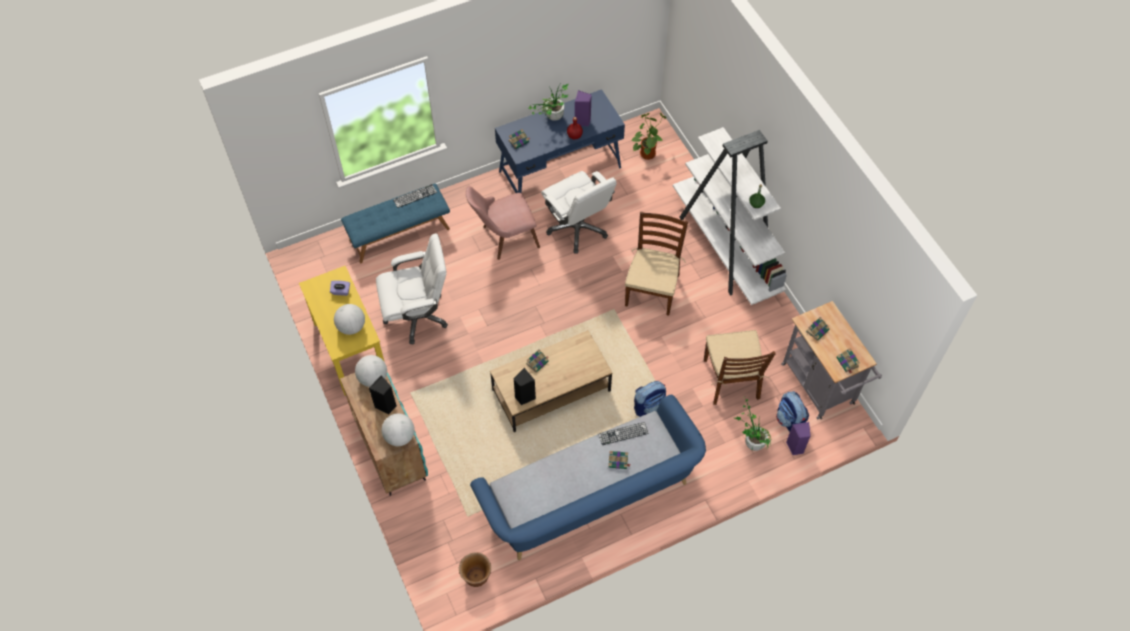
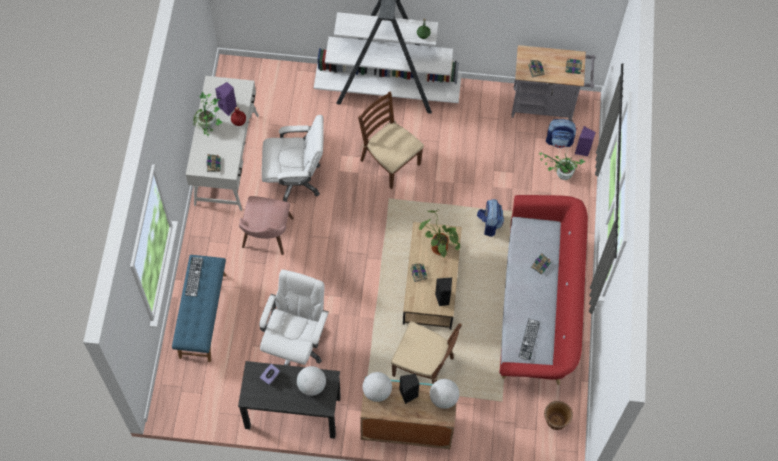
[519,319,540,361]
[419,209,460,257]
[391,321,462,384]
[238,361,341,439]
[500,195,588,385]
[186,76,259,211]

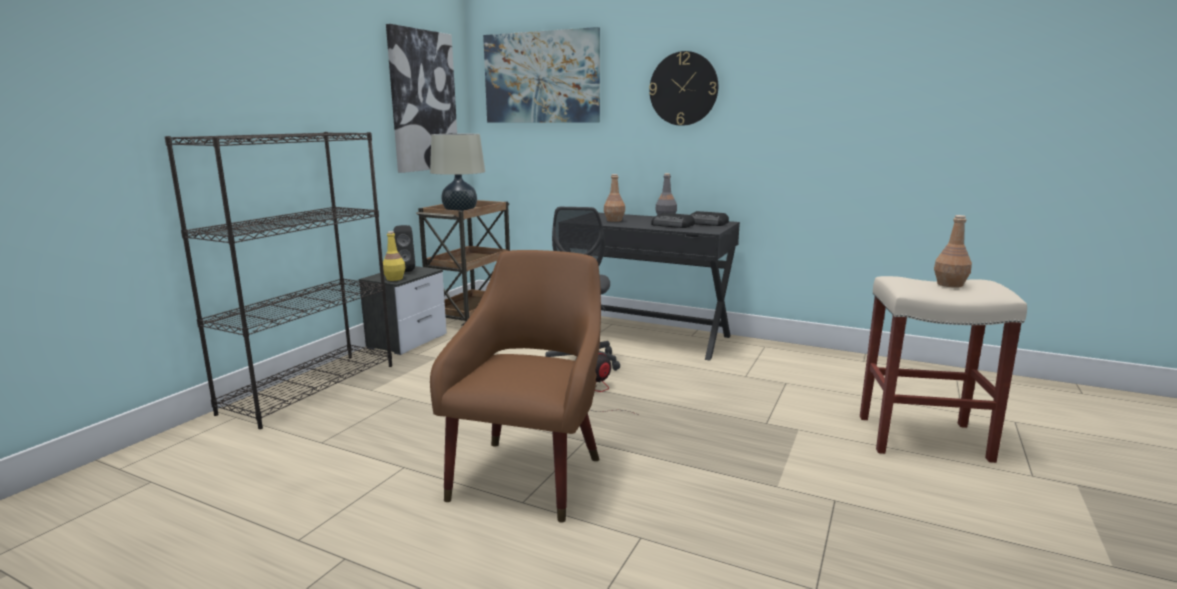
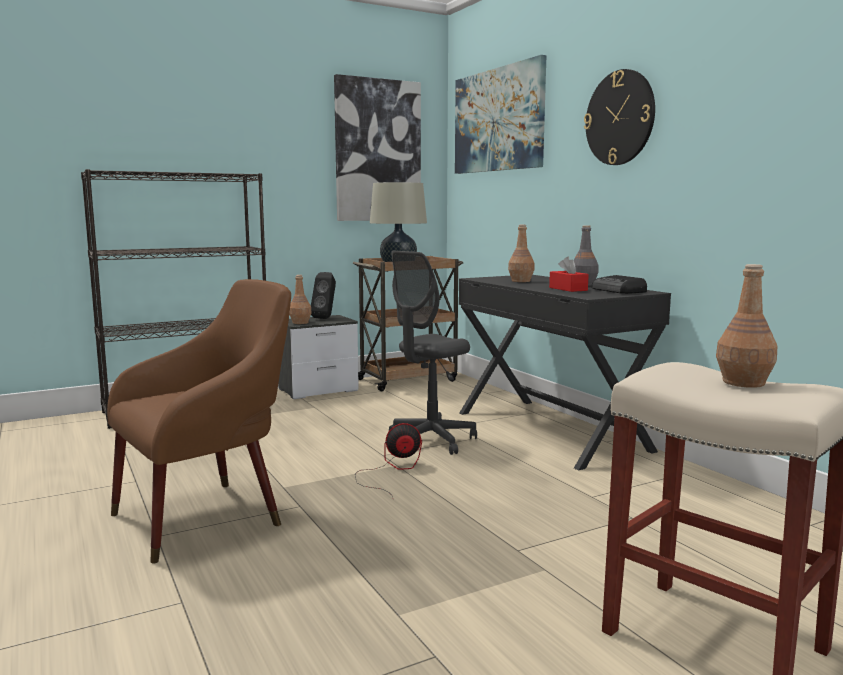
[549,257,589,292]
[289,275,312,324]

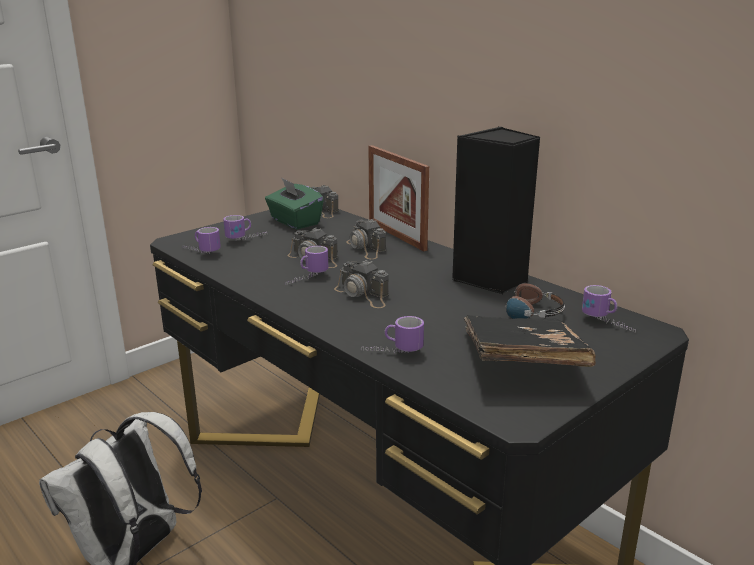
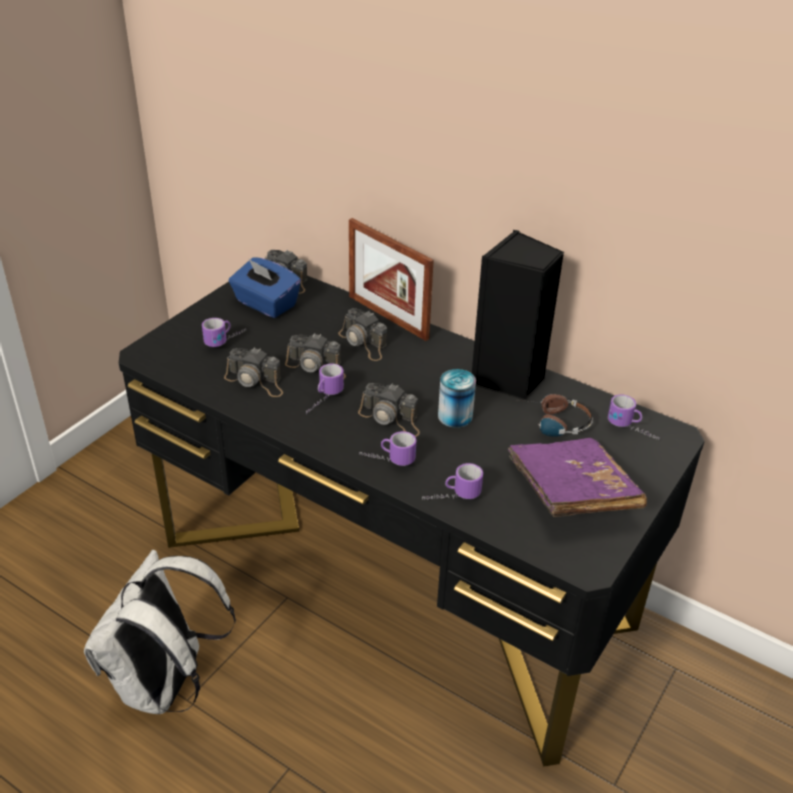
[224,347,283,397]
[438,369,476,428]
[360,431,416,466]
[228,257,301,318]
[508,438,647,517]

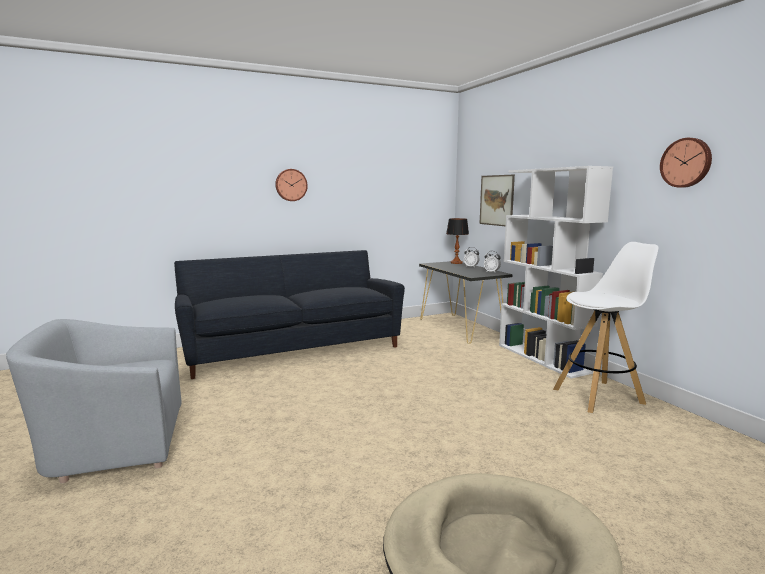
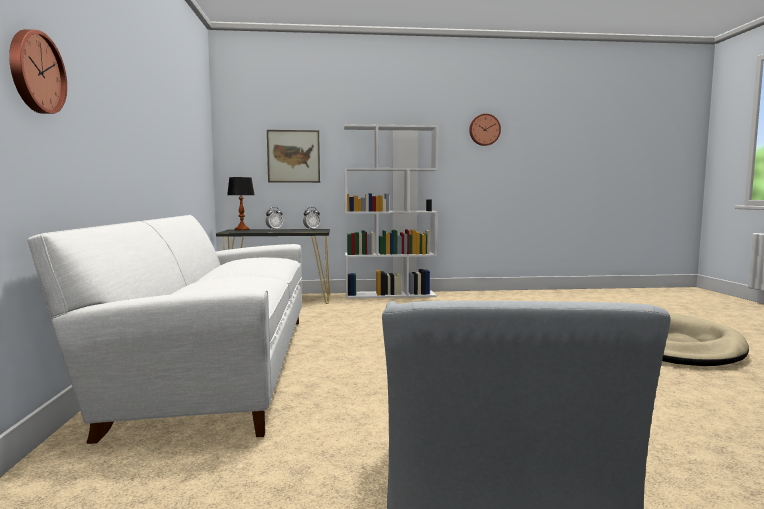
[553,242,658,413] (first image)
[9,29,67,114]
[27,215,302,444]

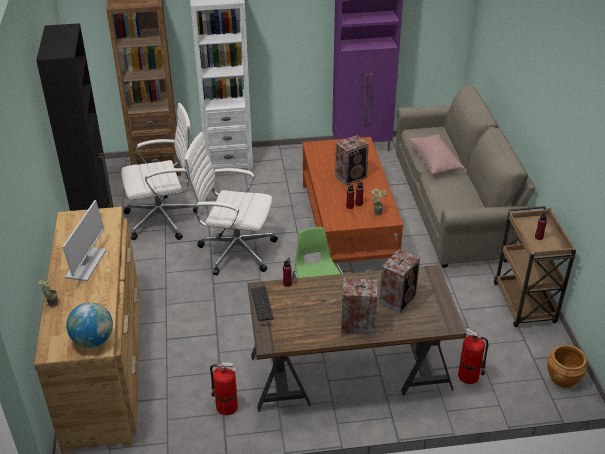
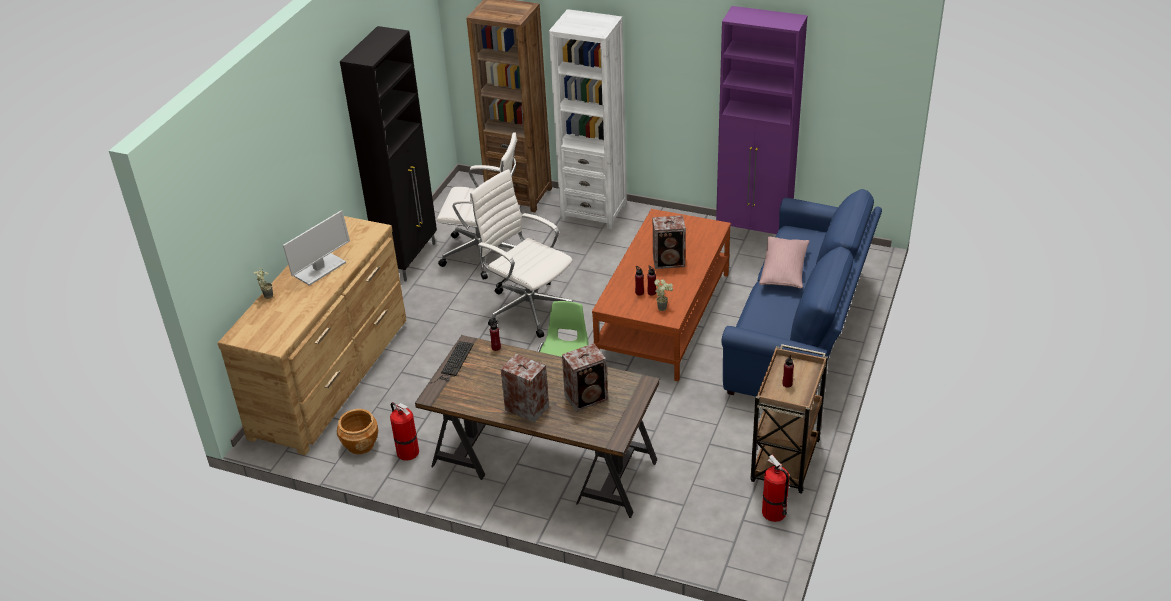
[66,302,113,348] (first image)
[762,455,789,522]
[337,409,379,454]
[722,189,882,397]

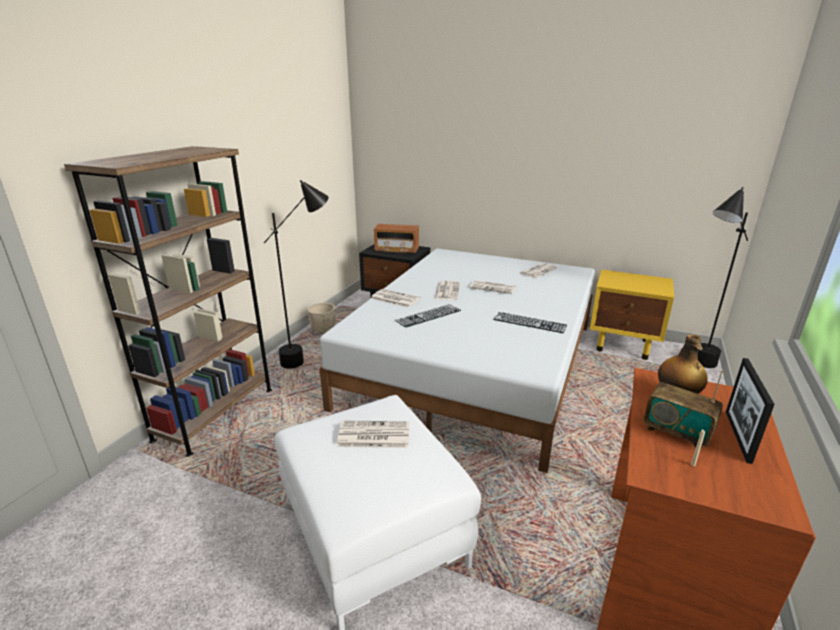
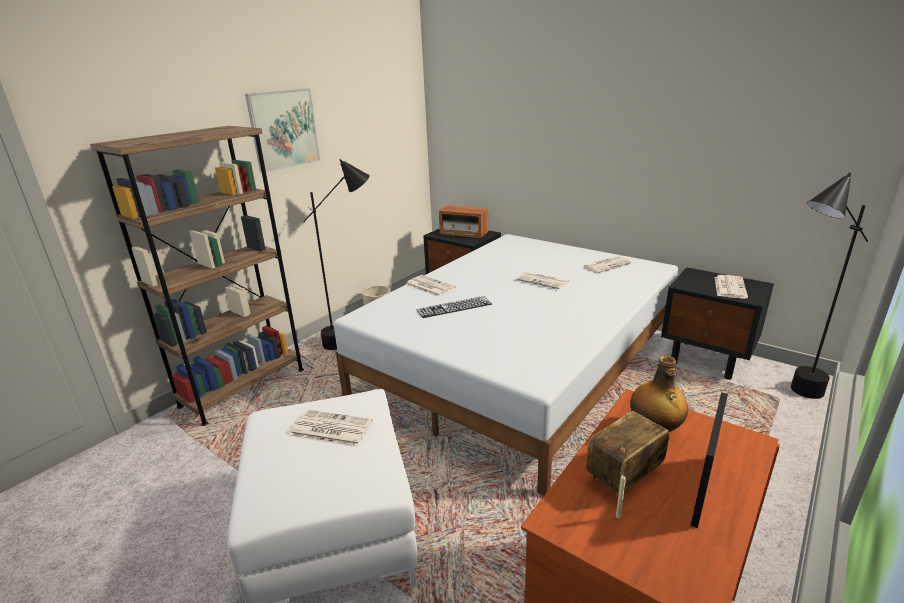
[494,312,567,333] (first image)
[245,88,321,173]
[714,275,748,299]
[661,267,774,380]
[586,411,669,497]

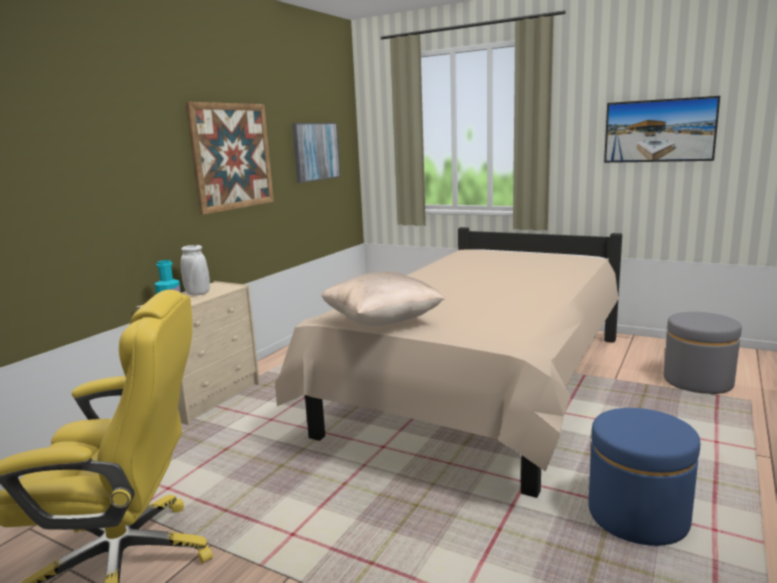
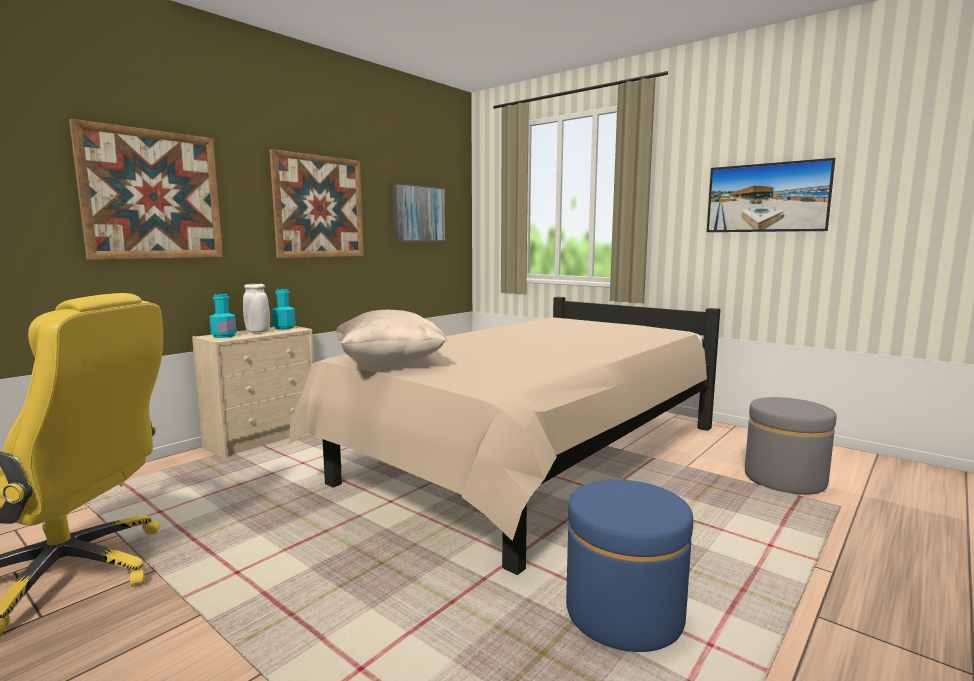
[69,119,223,260]
[272,289,296,329]

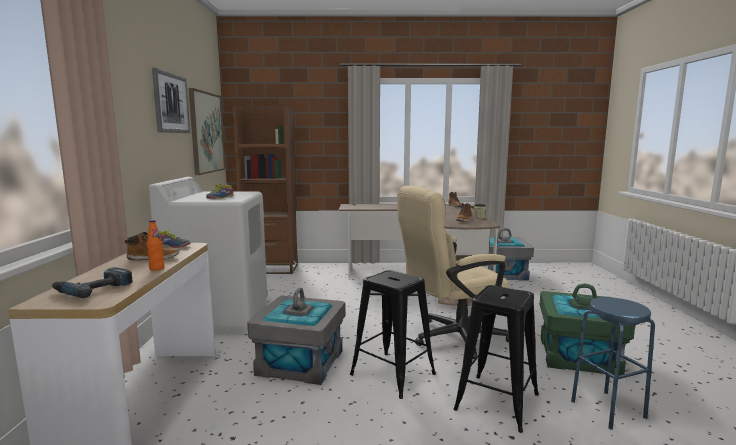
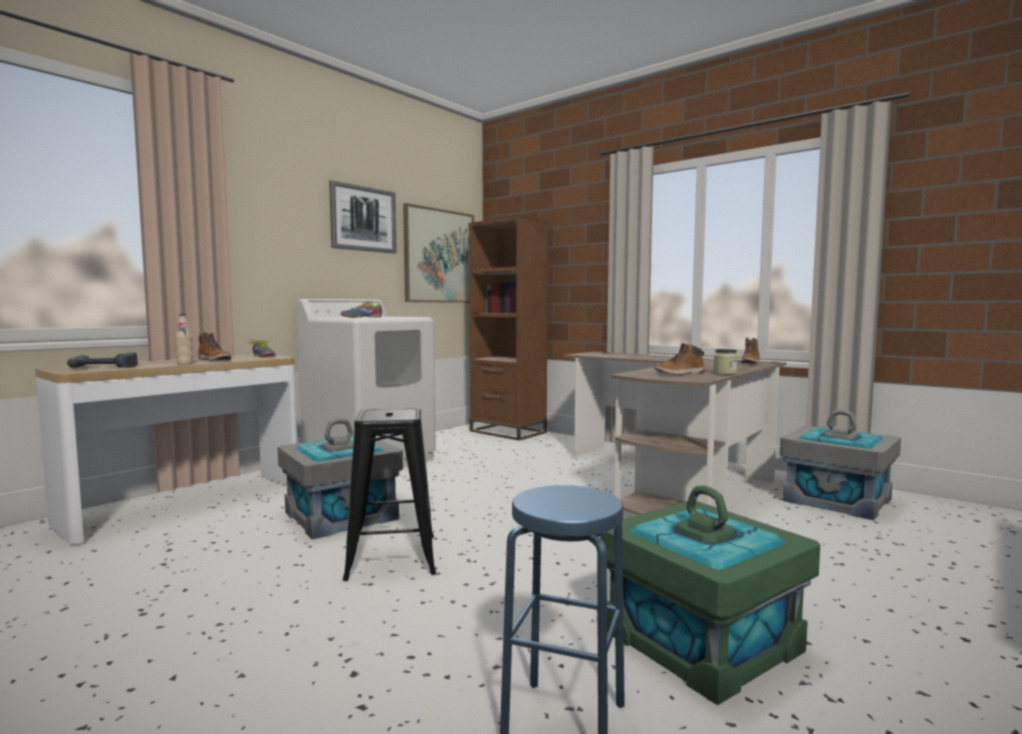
[397,186,509,359] (first image)
[453,285,539,433] (first image)
[175,314,193,365]

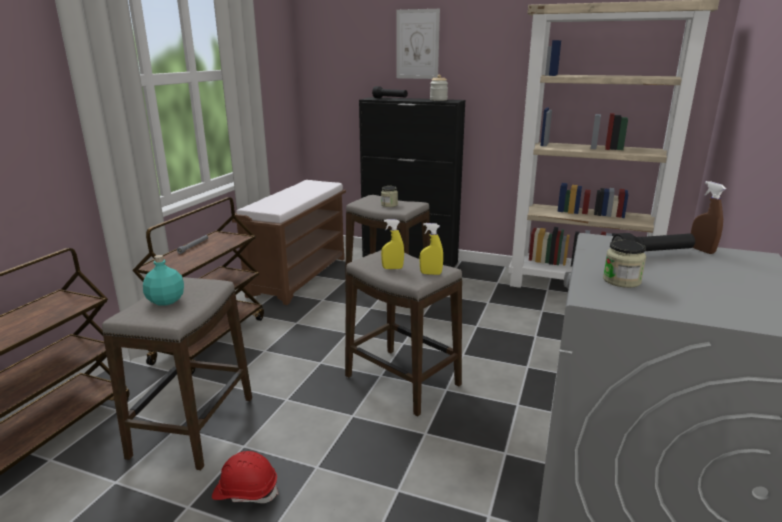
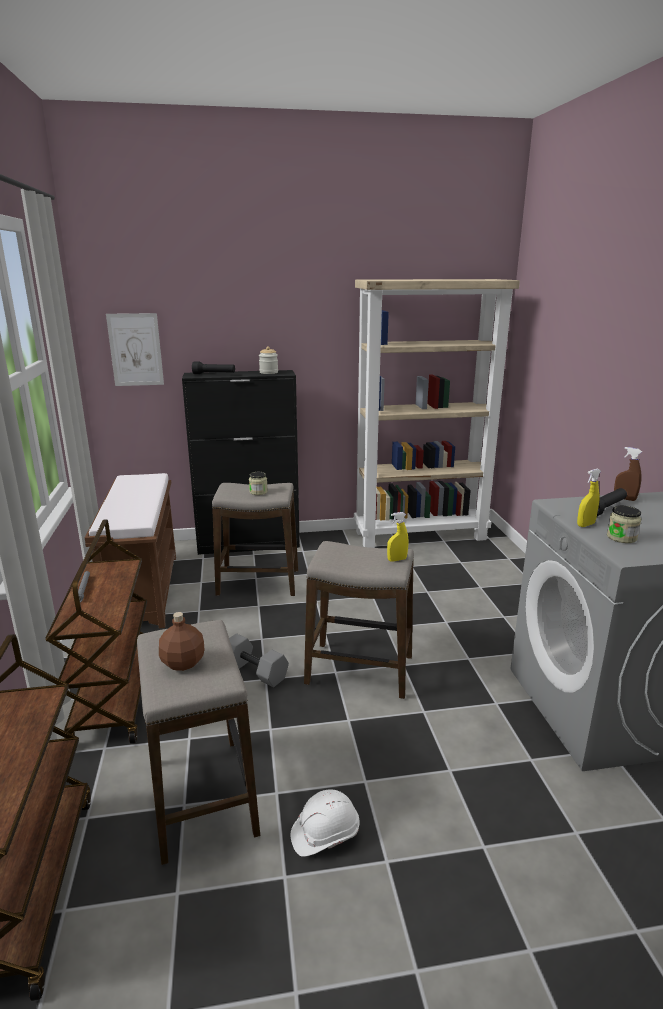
[229,633,289,688]
[577,469,601,527]
[106,313,164,386]
[159,612,205,671]
[291,789,360,857]

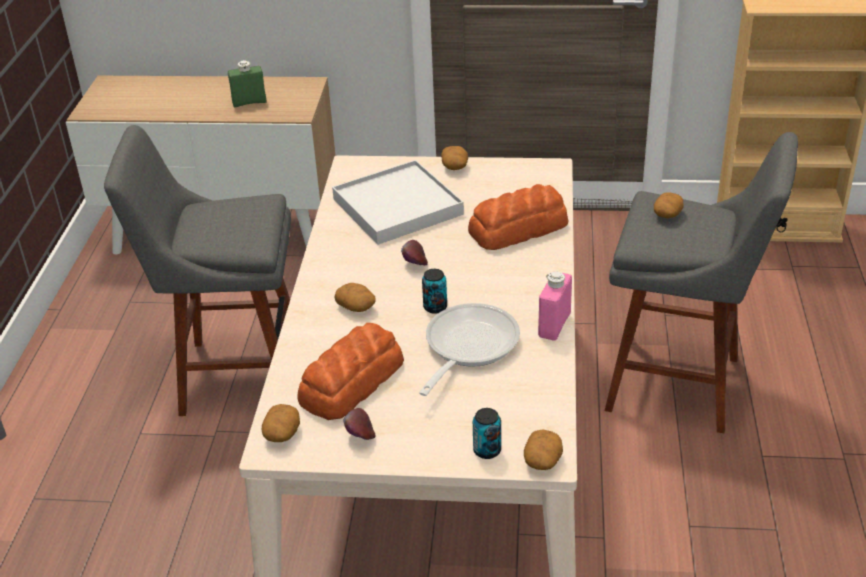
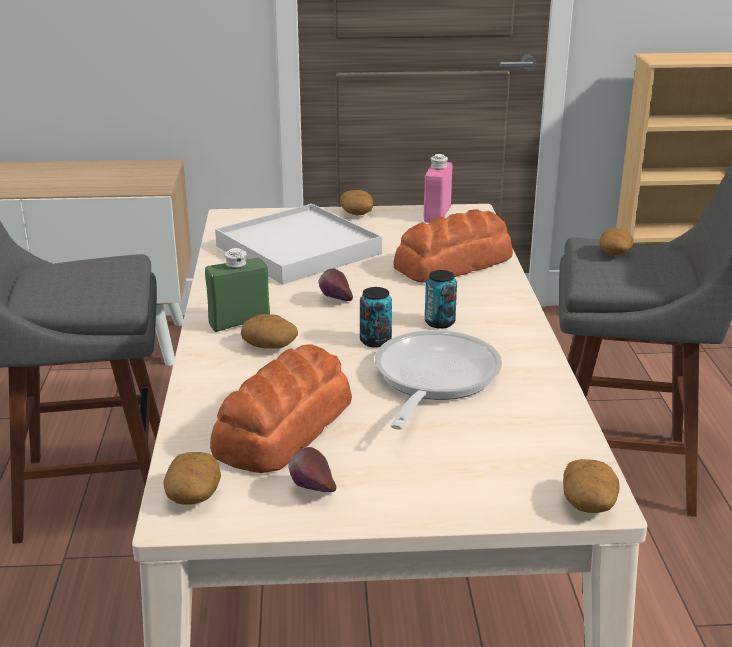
[205,248,270,332]
[425,270,457,329]
[423,154,452,223]

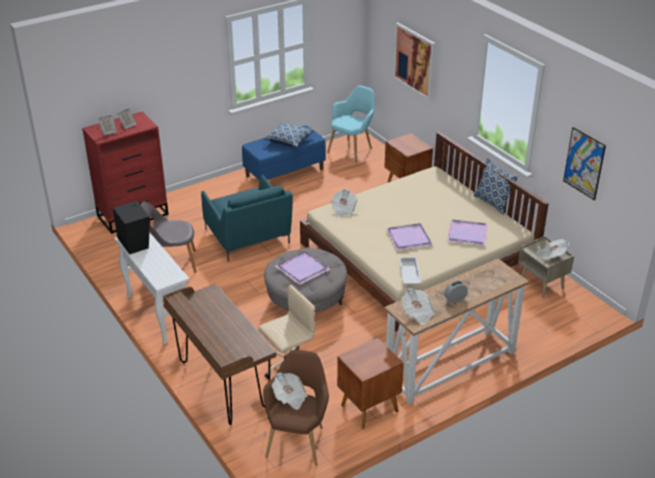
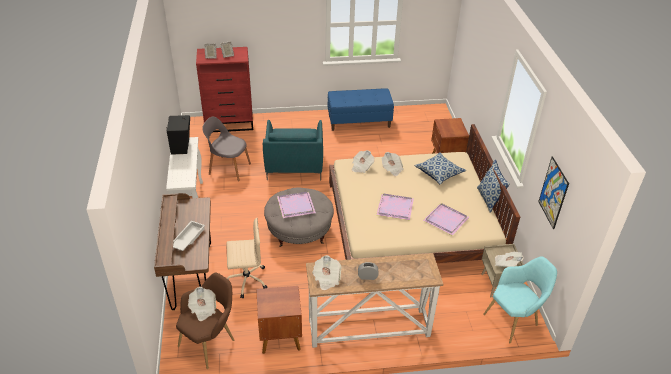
[393,22,435,101] (first image)
[382,152,404,176]
[414,152,466,184]
[483,256,557,344]
[173,221,205,251]

